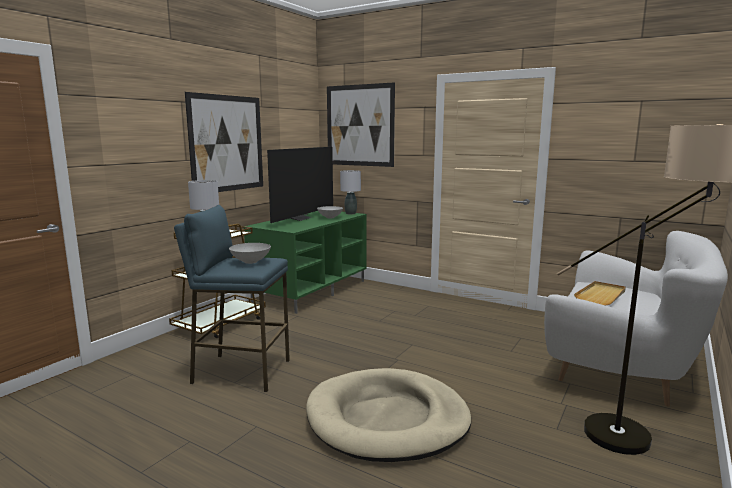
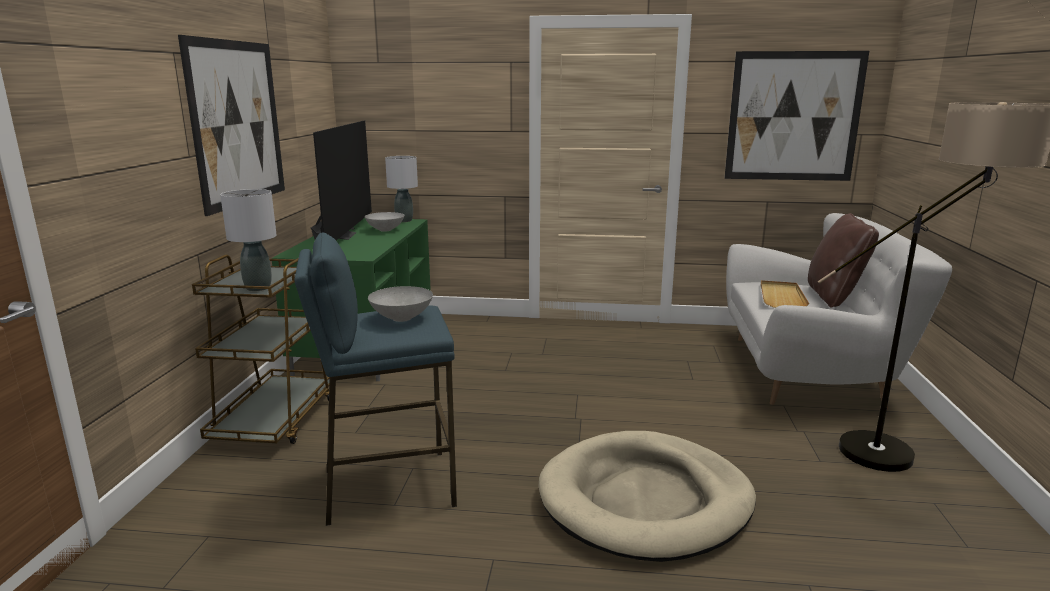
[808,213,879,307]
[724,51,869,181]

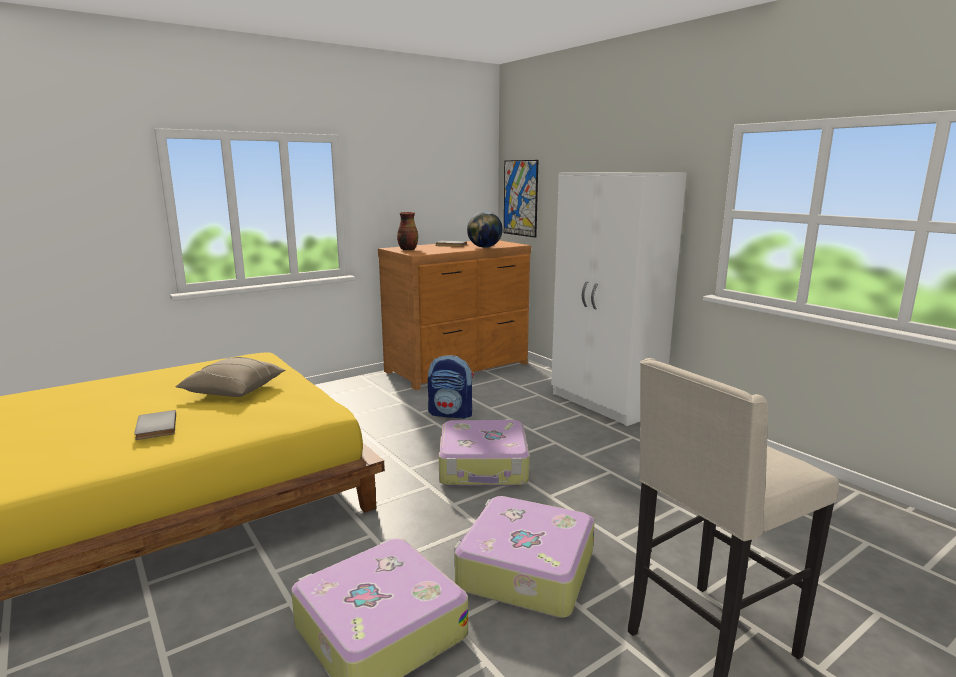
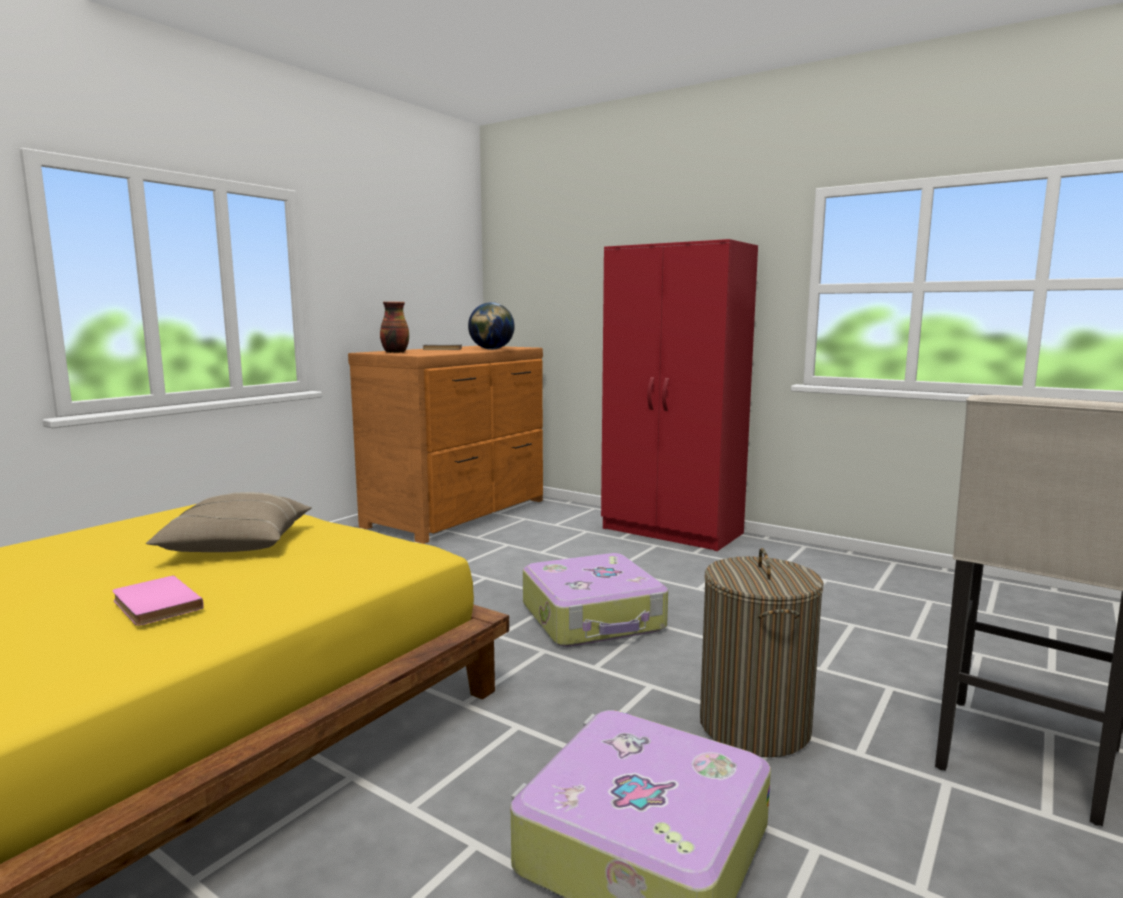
[428,355,474,419] (first image)
[504,160,538,238] (first image)
[700,548,824,757]
[112,575,204,626]
[601,239,758,551]

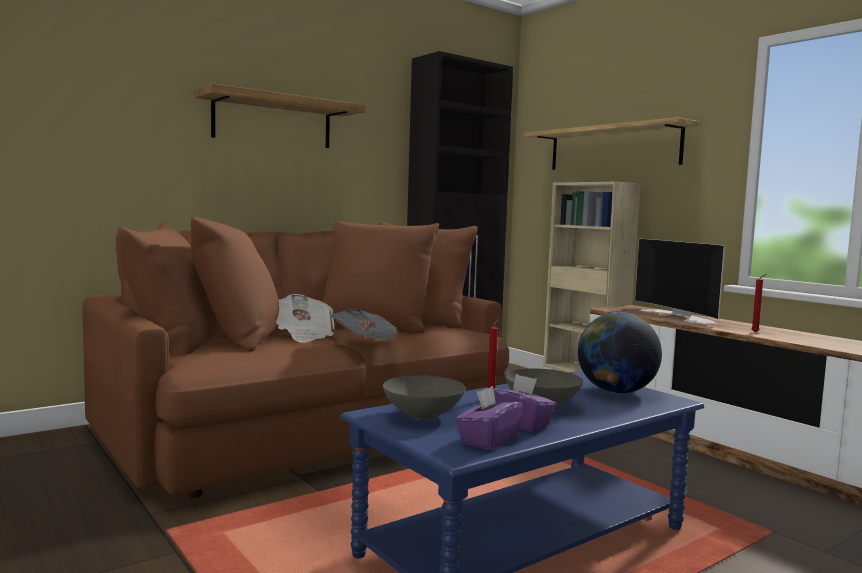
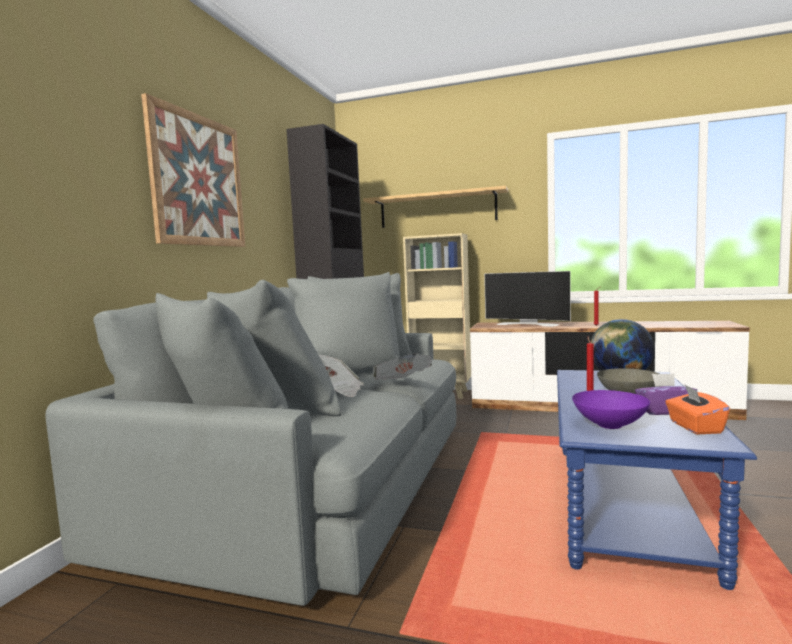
[141,93,245,247]
[45,272,456,606]
[572,390,650,429]
[665,384,730,435]

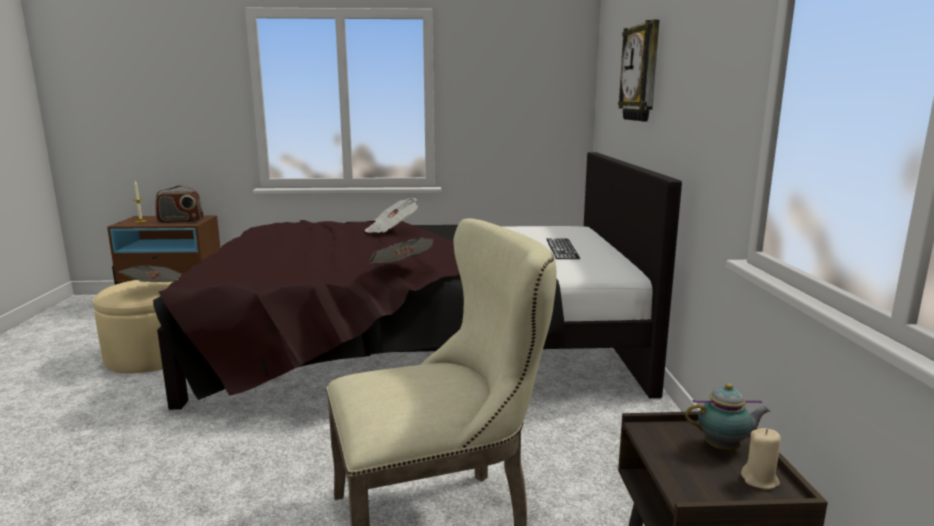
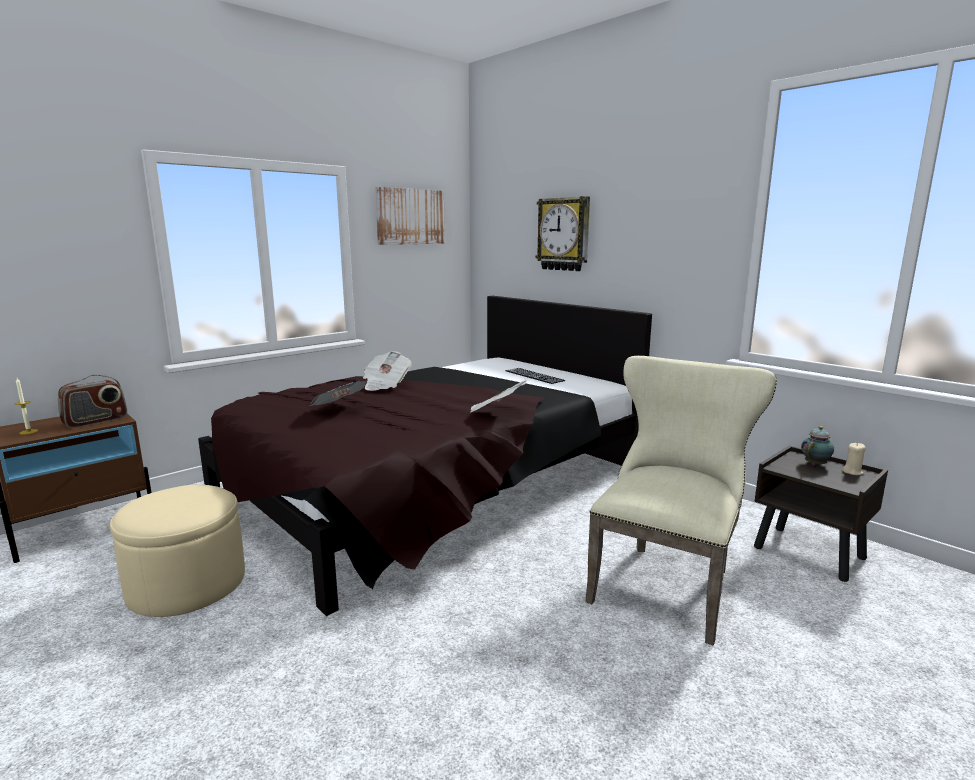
[375,187,445,245]
[309,381,367,406]

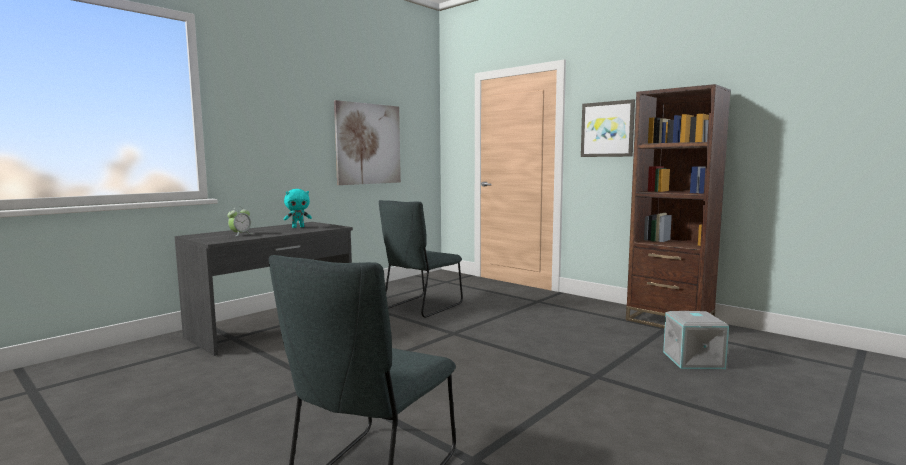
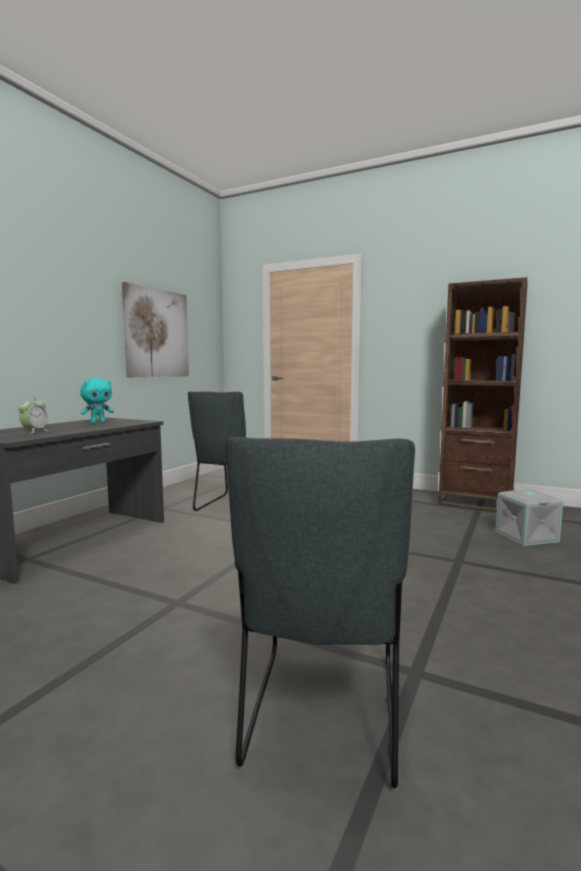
[581,99,635,157] (first image)

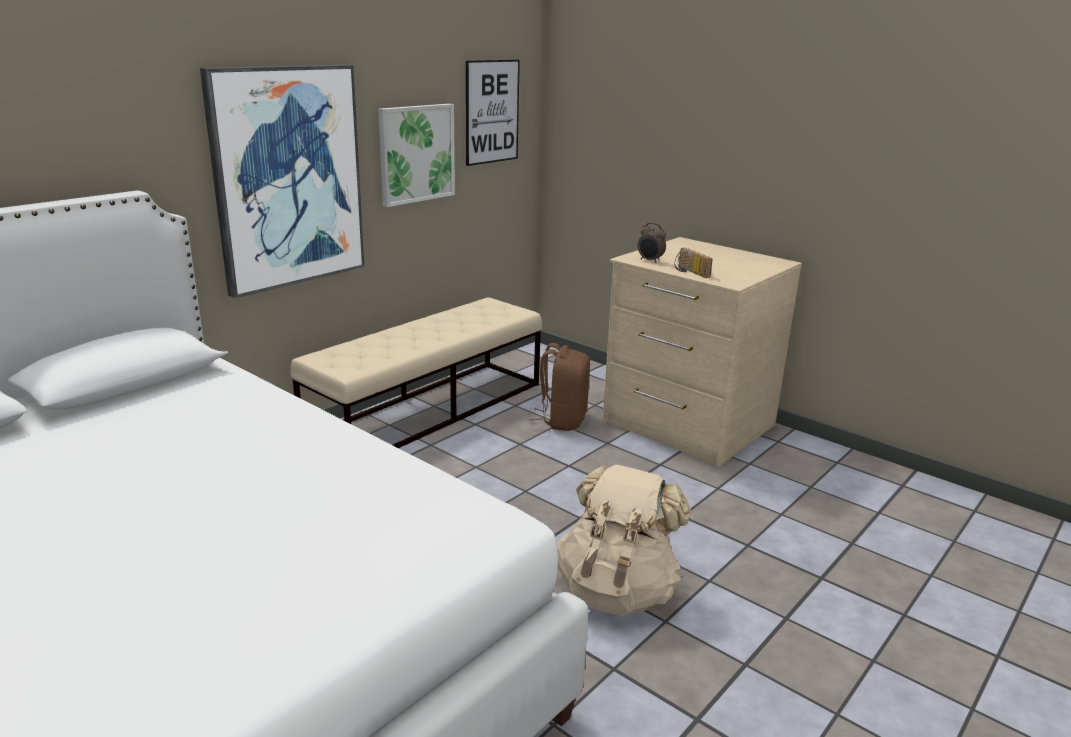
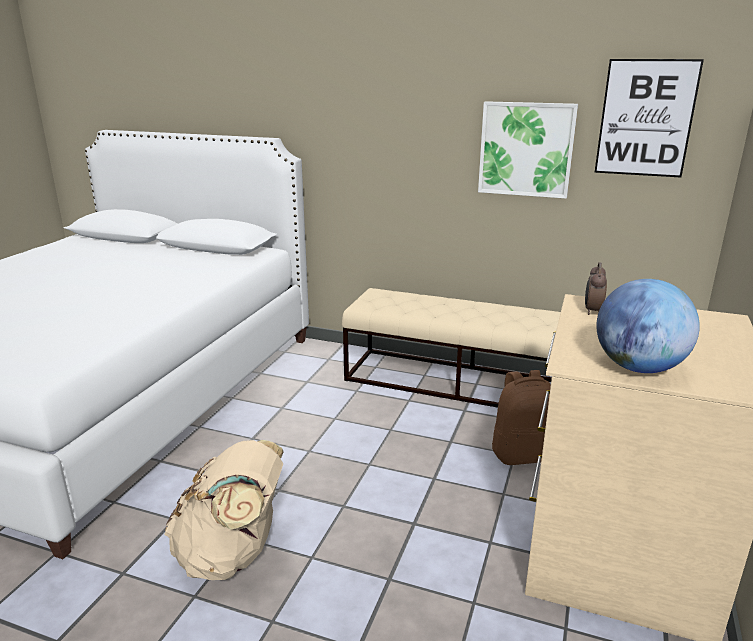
[200,65,364,298] (first image)
[675,248,713,278] (first image)
[596,279,700,373]

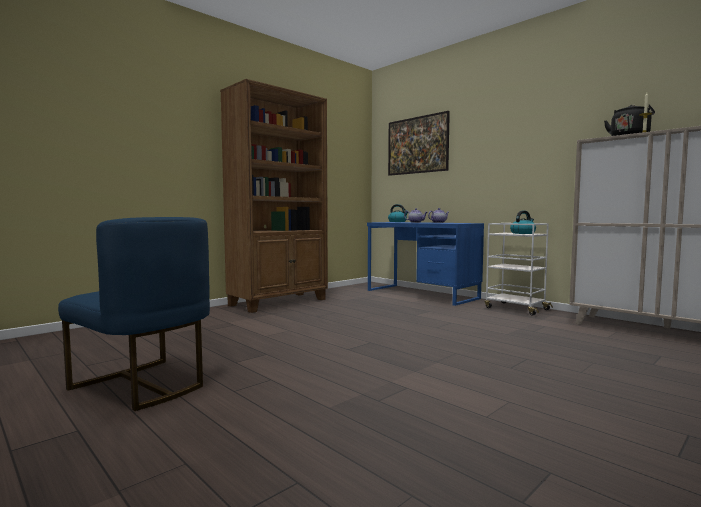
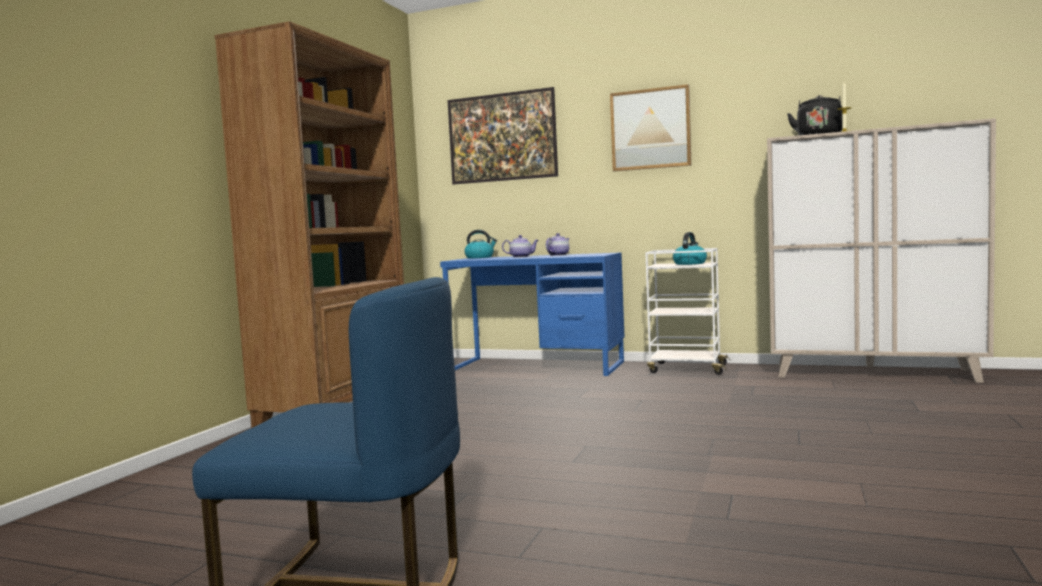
[610,84,691,171]

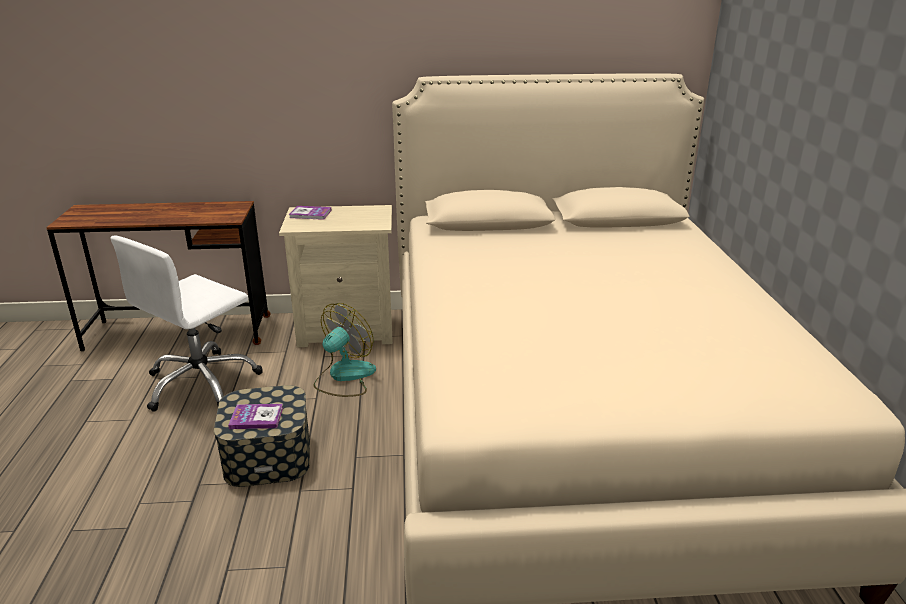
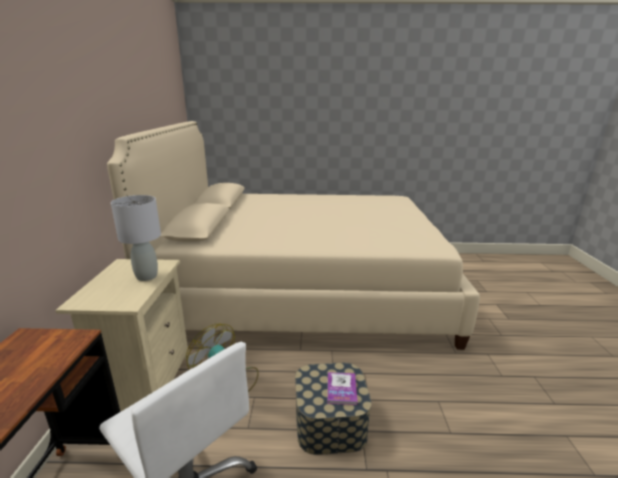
[289,206,332,220] (first image)
[111,195,161,281]

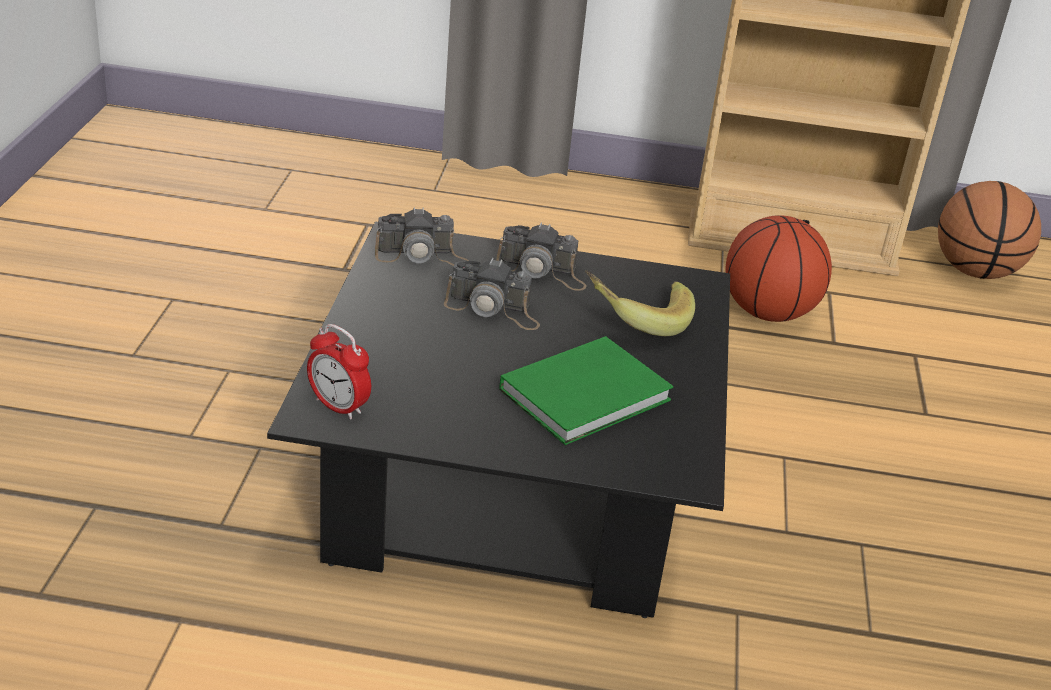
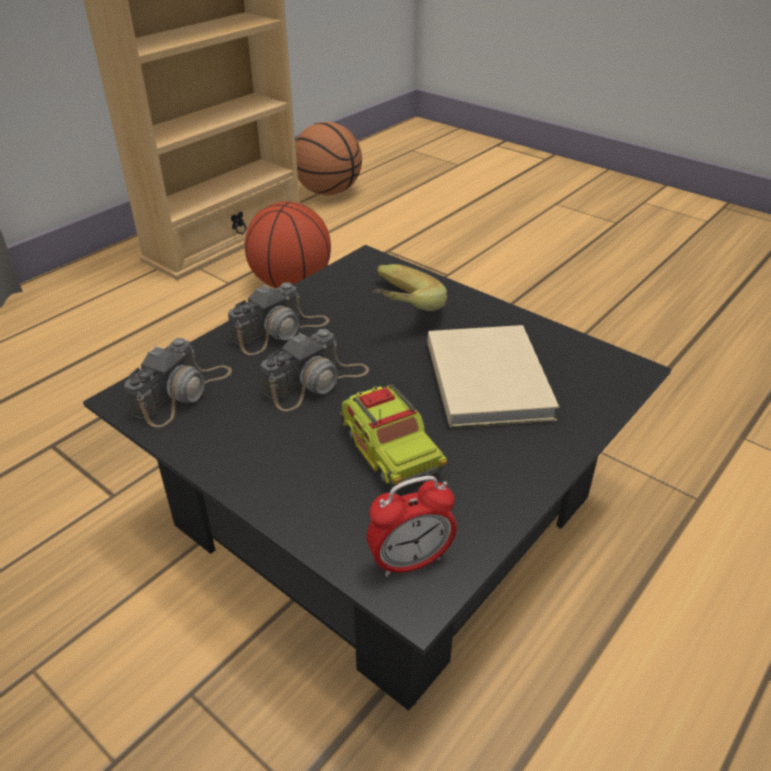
[340,385,447,488]
[428,325,560,428]

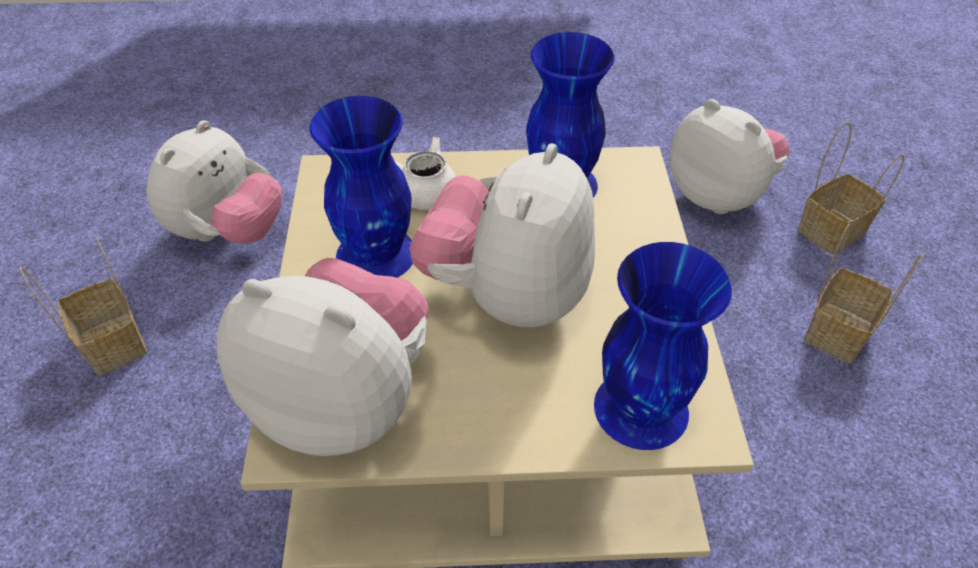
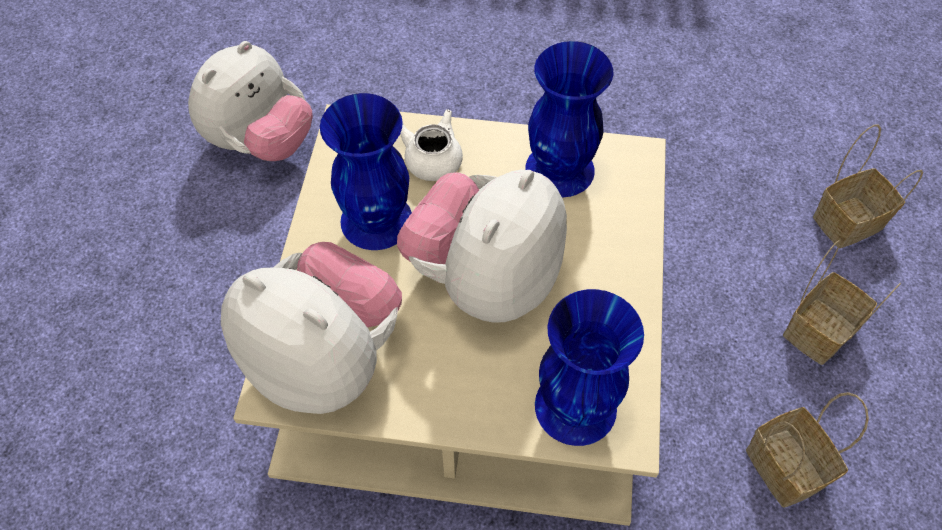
[670,99,789,214] (first image)
[746,392,869,508]

